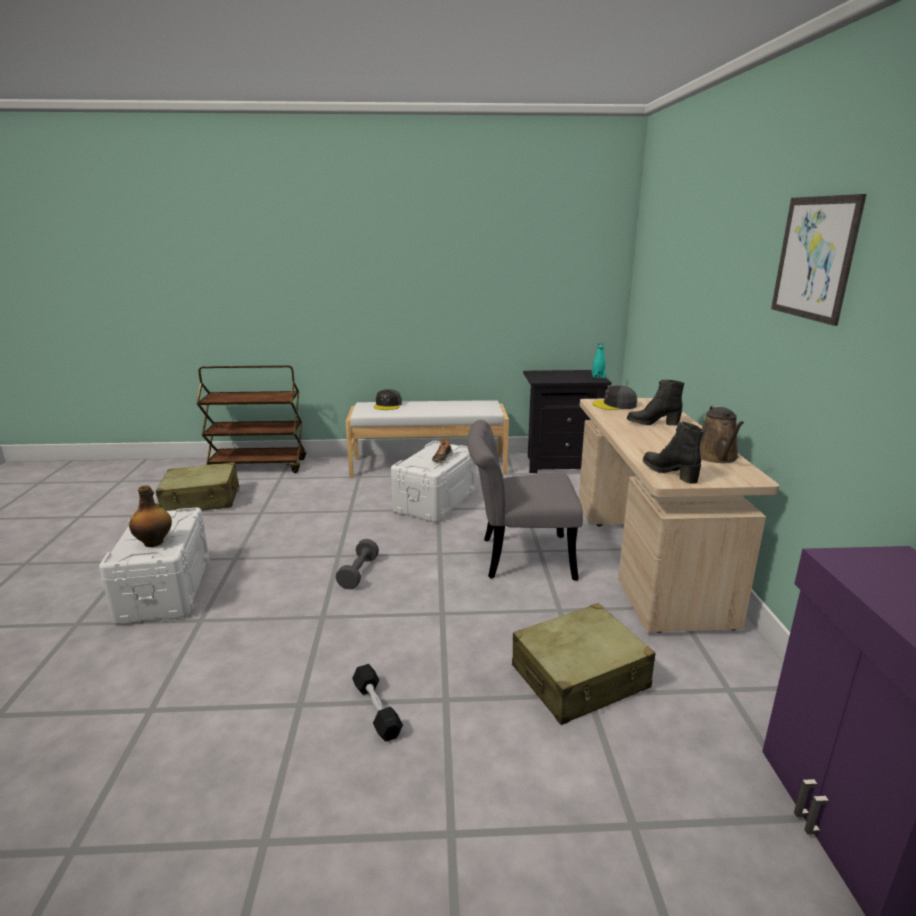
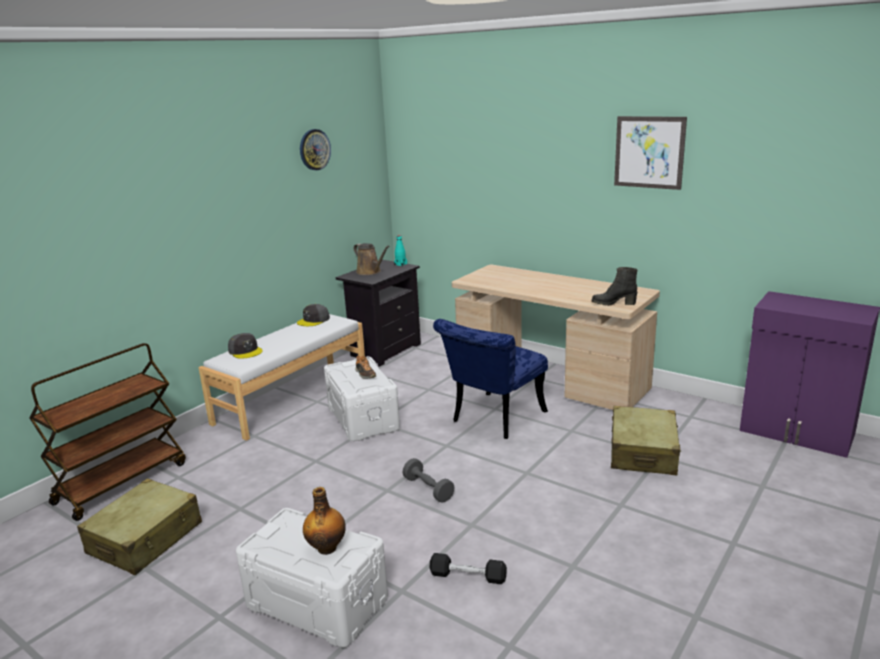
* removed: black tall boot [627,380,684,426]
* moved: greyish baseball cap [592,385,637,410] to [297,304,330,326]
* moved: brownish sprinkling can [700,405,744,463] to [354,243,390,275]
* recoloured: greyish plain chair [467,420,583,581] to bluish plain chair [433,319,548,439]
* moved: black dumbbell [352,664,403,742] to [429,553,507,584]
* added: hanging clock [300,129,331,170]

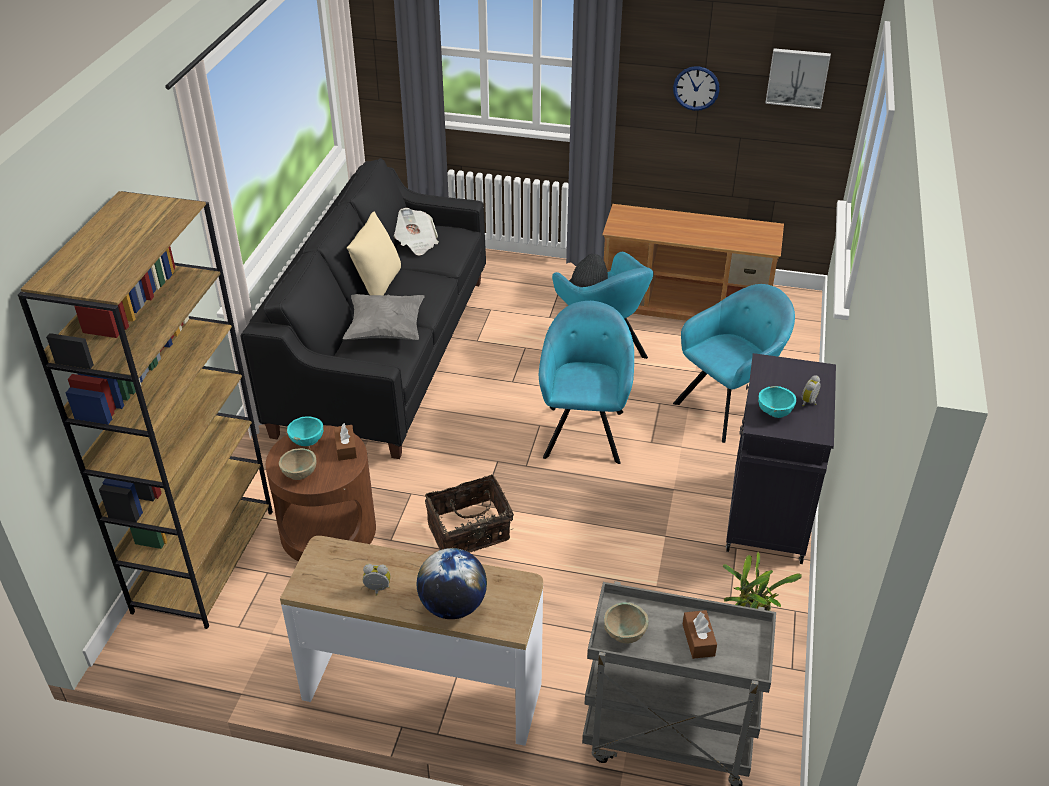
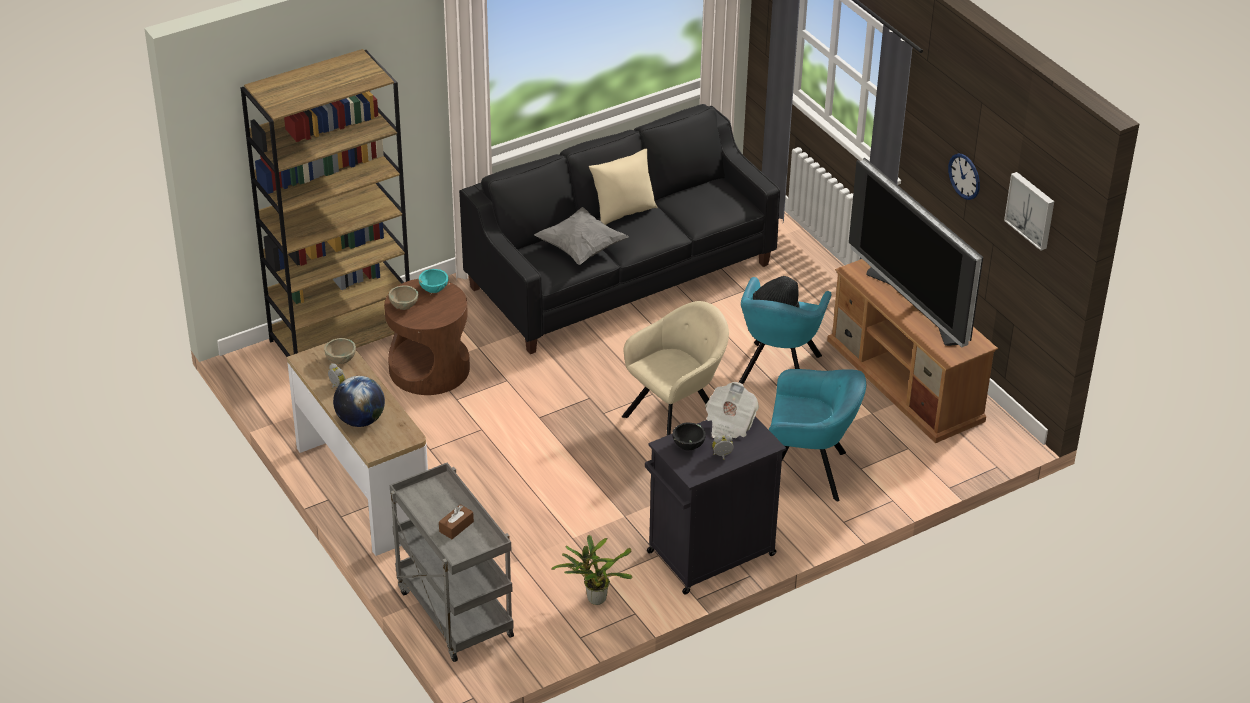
* moved: newspaper [394,208,439,256] to [705,382,759,438]
* recoloured: turquoise easy chair [539,301,634,464] to beige easy chair [622,301,729,435]
* recoloured: turquoise bowl [758,386,796,418] to black bowl [672,422,706,451]
* removed: brownish box of tissues [334,423,357,461]
* removed: storage basket [425,474,514,553]
* moved: beige bowl [604,602,649,644] to [324,338,356,364]
* added: television [849,158,983,348]

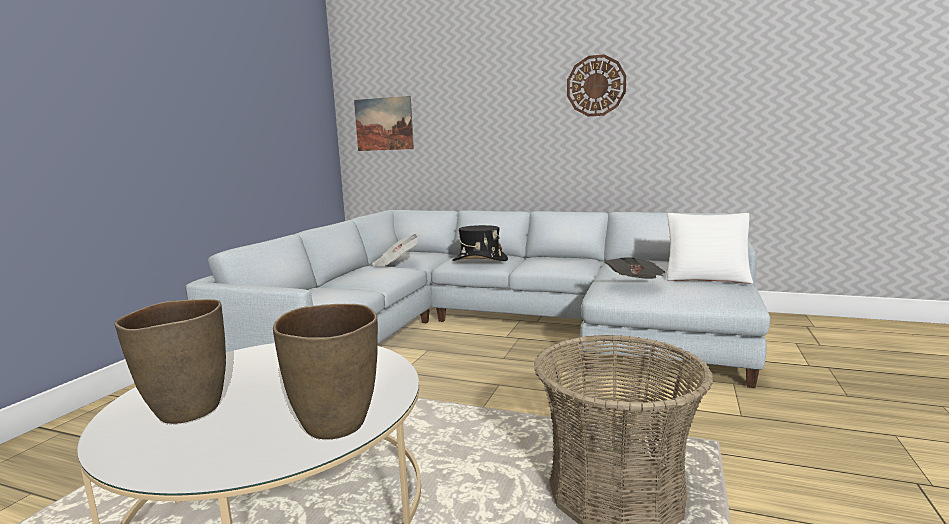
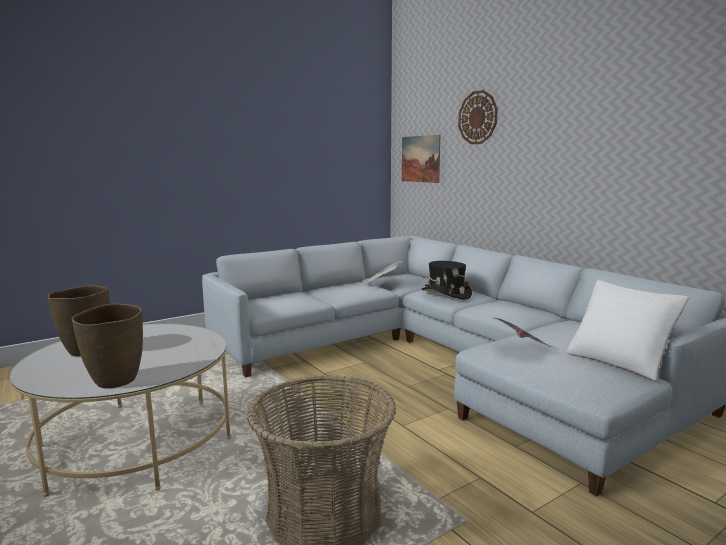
* moved: hanging clock [567,54,626,116] to [458,90,498,144]

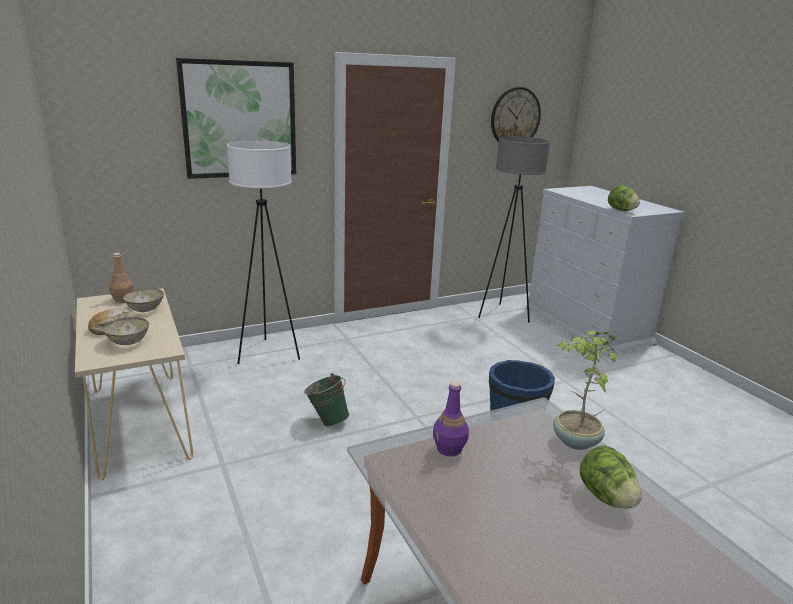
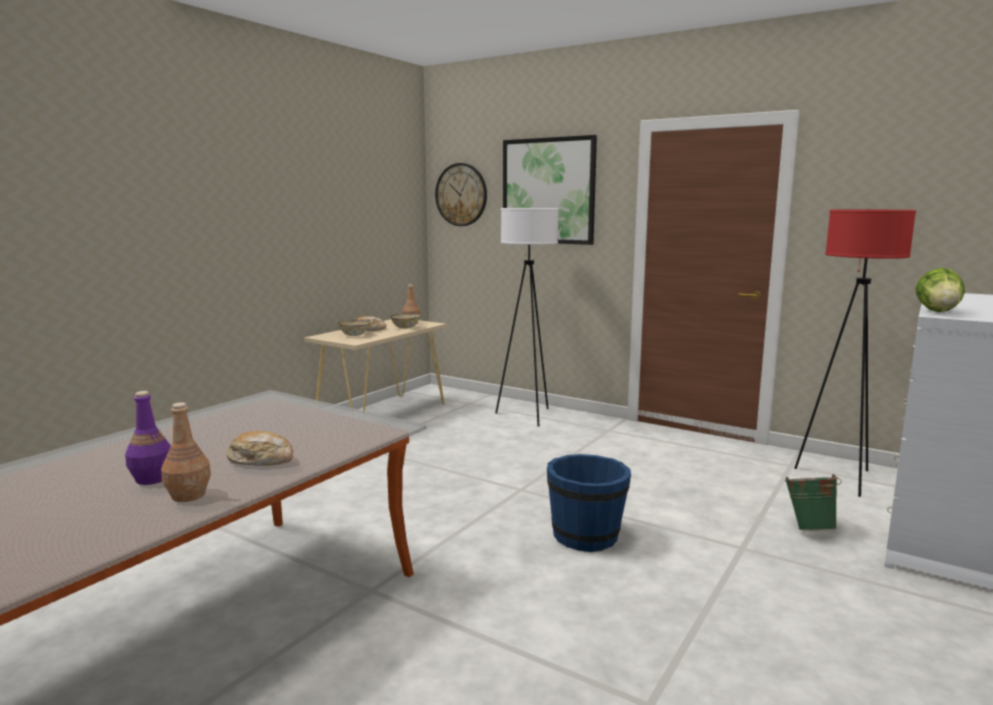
* moved: hanging clock [491,87,541,142] to [435,163,487,226]
* recoloured: greyish floor lamp [478,136,550,323] to red floor lamp [795,209,916,497]
* removed: potted plant [553,331,617,450]
* moved: green-coloured water bucket [304,373,349,427] to [784,474,842,531]
* moved: purple beverage bottle [433,381,469,457] to [125,391,171,485]
* replaced: lettuce head [580,445,641,509] to bread [227,431,293,466]
* added: brownish beverage bottle [161,402,211,502]

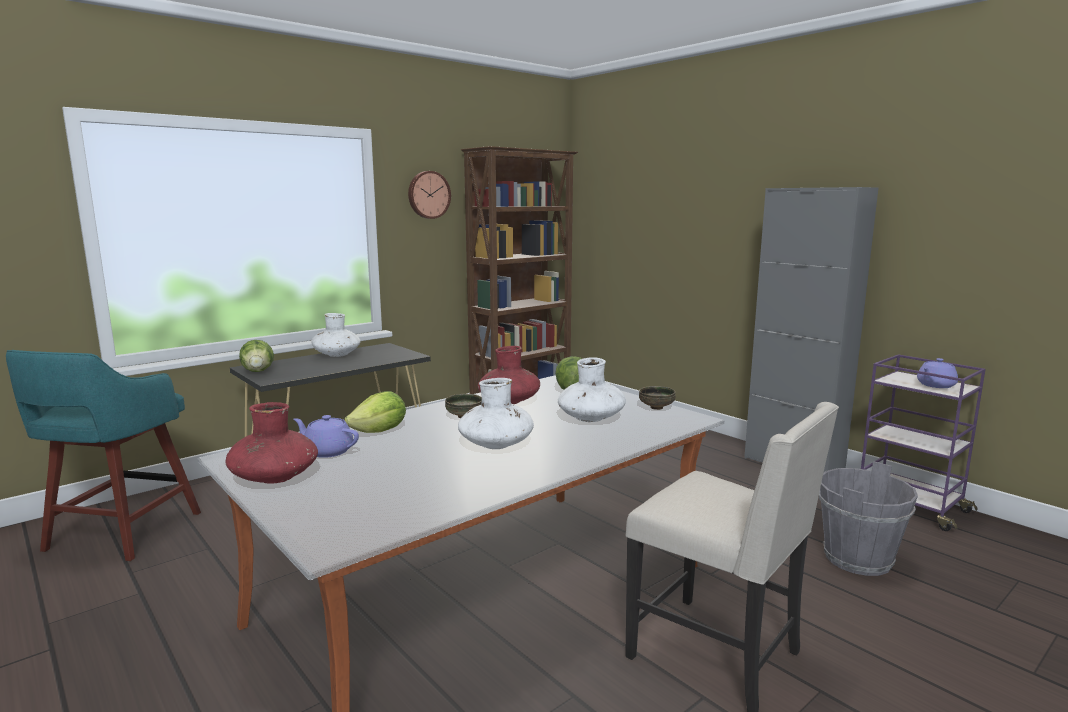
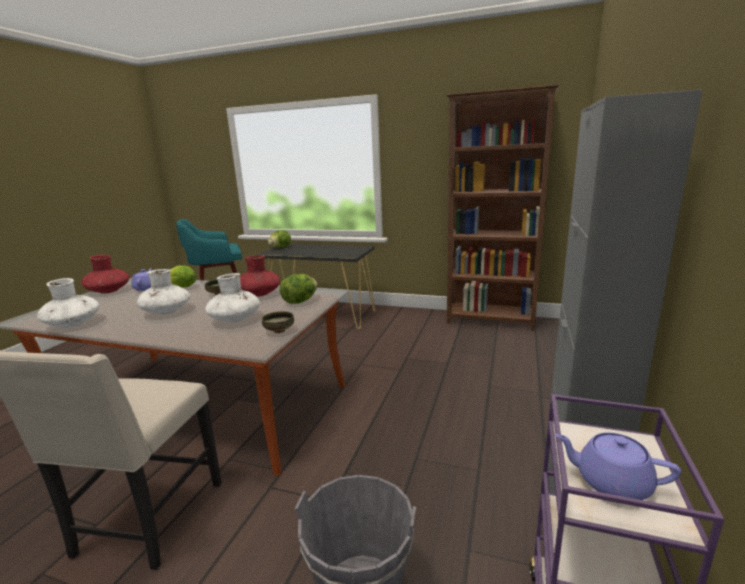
* removed: hanging clock [408,171,451,219]
* moved: whitish flower vase [312,313,361,357] to [37,278,99,328]

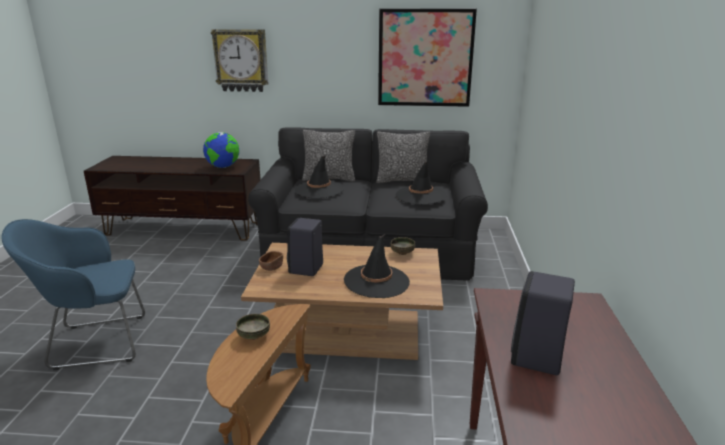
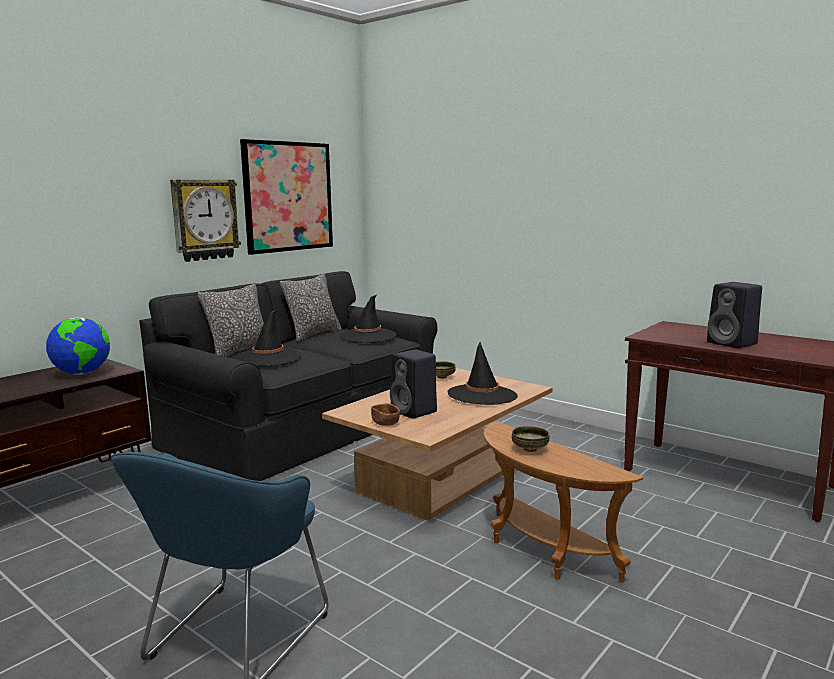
* moved: hanging clock [211,29,269,92] to [170,180,241,262]

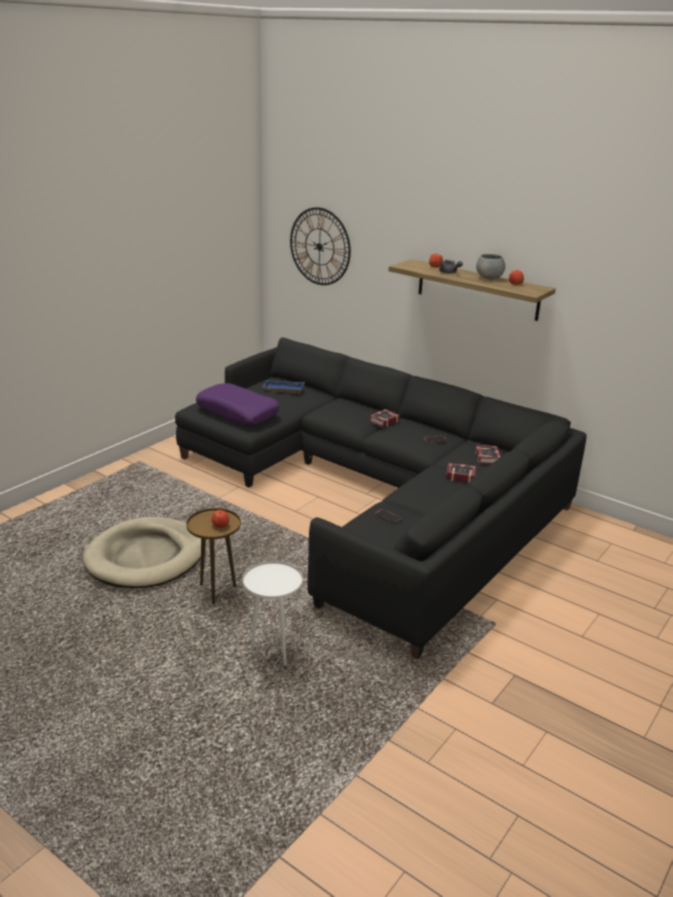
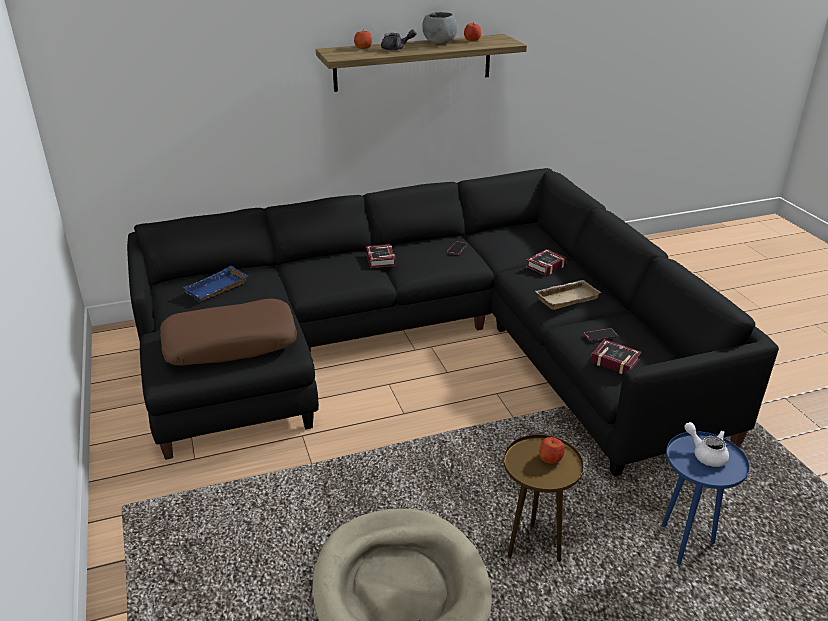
* removed: hanging clock [290,207,351,285]
* recoloured: purple pillow [196,383,280,425] to brownish pillow [160,298,297,366]
* moved: bound book [475,445,501,464] to [591,339,642,374]
* recoloured: whitish side table [243,561,303,665] to bluish side table [662,431,750,565]
* added: beige tray [536,280,601,310]
* added: whitish pot for tea [684,422,729,467]

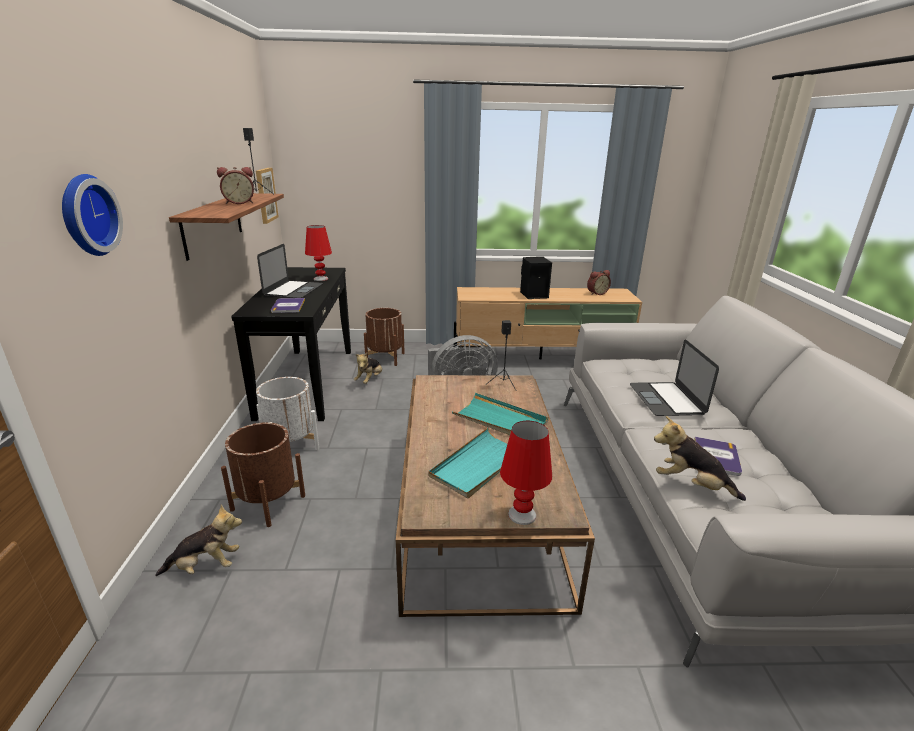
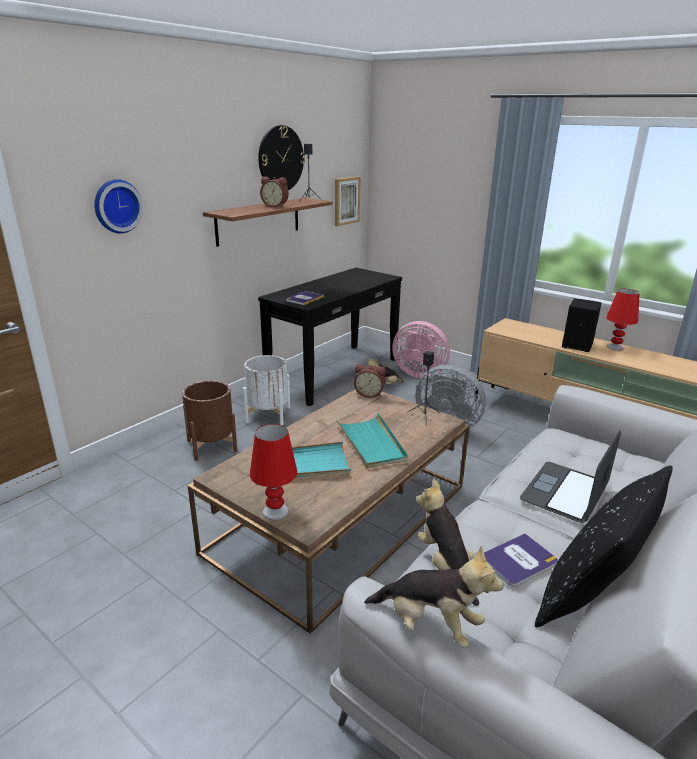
* moved: red lamp for a table [305,225,332,281] to [606,289,640,350]
* removed: notebook computer [257,244,323,298]
* moved: bedside clock [587,270,611,295] to [354,364,386,398]
* replaced: brownish flower pot [364,308,405,366] to pink-coloured cooling fan [392,321,450,378]
* moved: soft toy [155,505,242,576] to [364,546,504,648]
* added: hanging clock [258,125,305,190]
* added: black pillow [535,465,673,627]

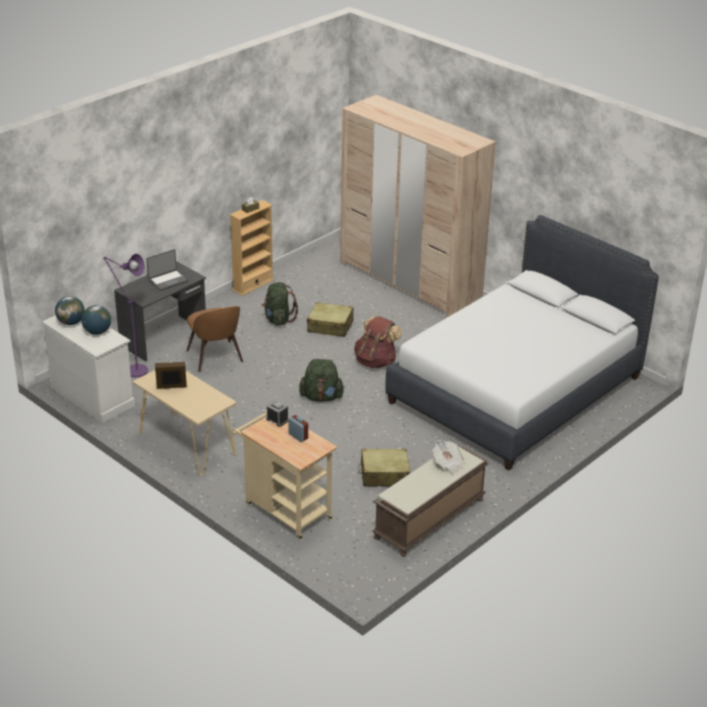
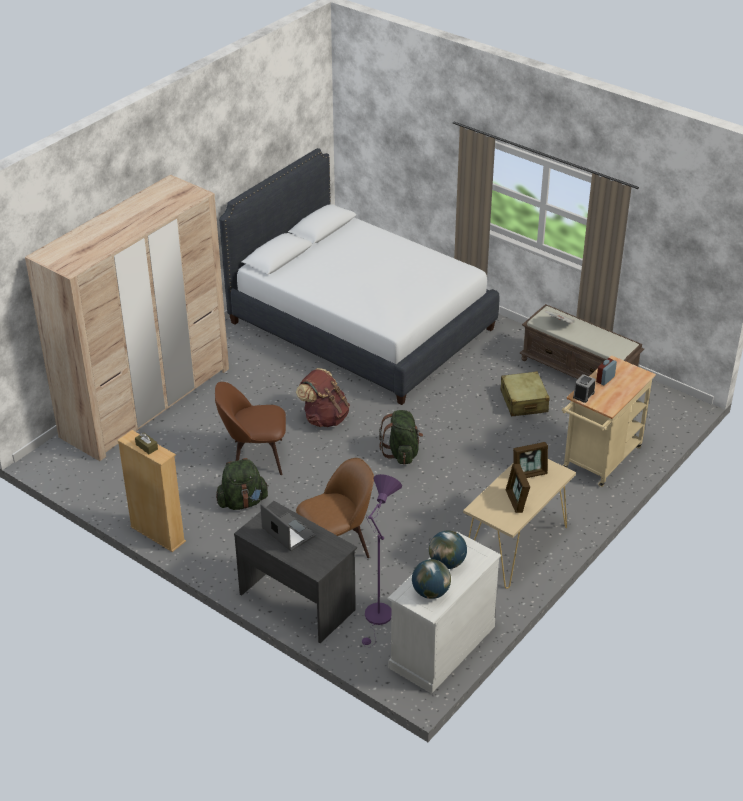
* replaced: beige travel case [307,302,354,337] to brownish plain chair [215,382,286,475]
* added: photo frame [513,442,548,478]

